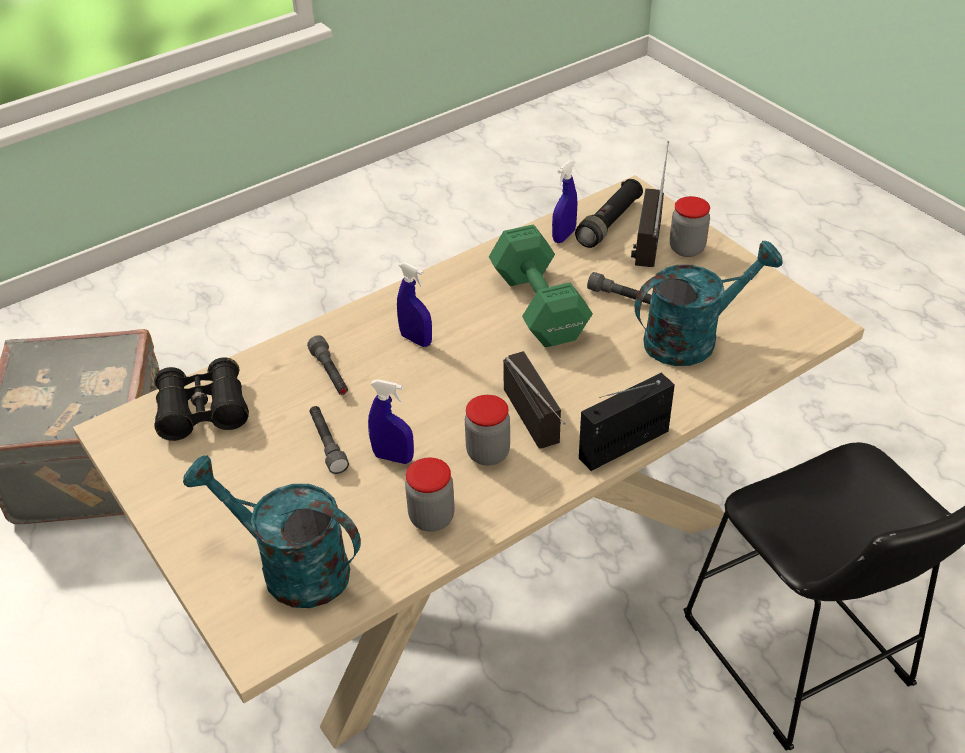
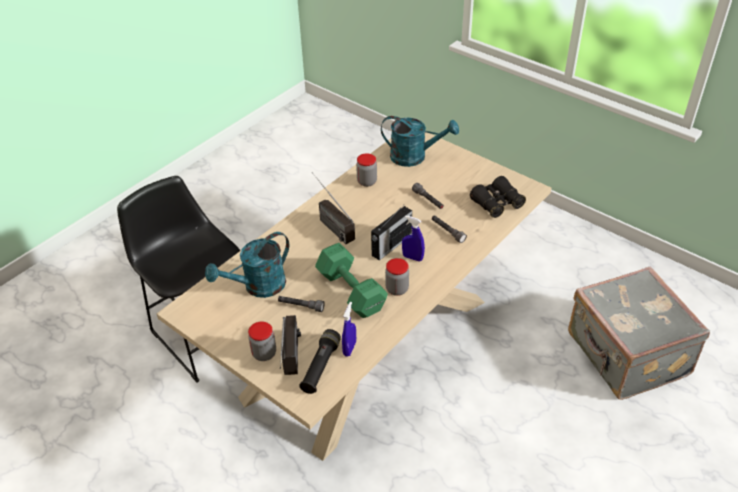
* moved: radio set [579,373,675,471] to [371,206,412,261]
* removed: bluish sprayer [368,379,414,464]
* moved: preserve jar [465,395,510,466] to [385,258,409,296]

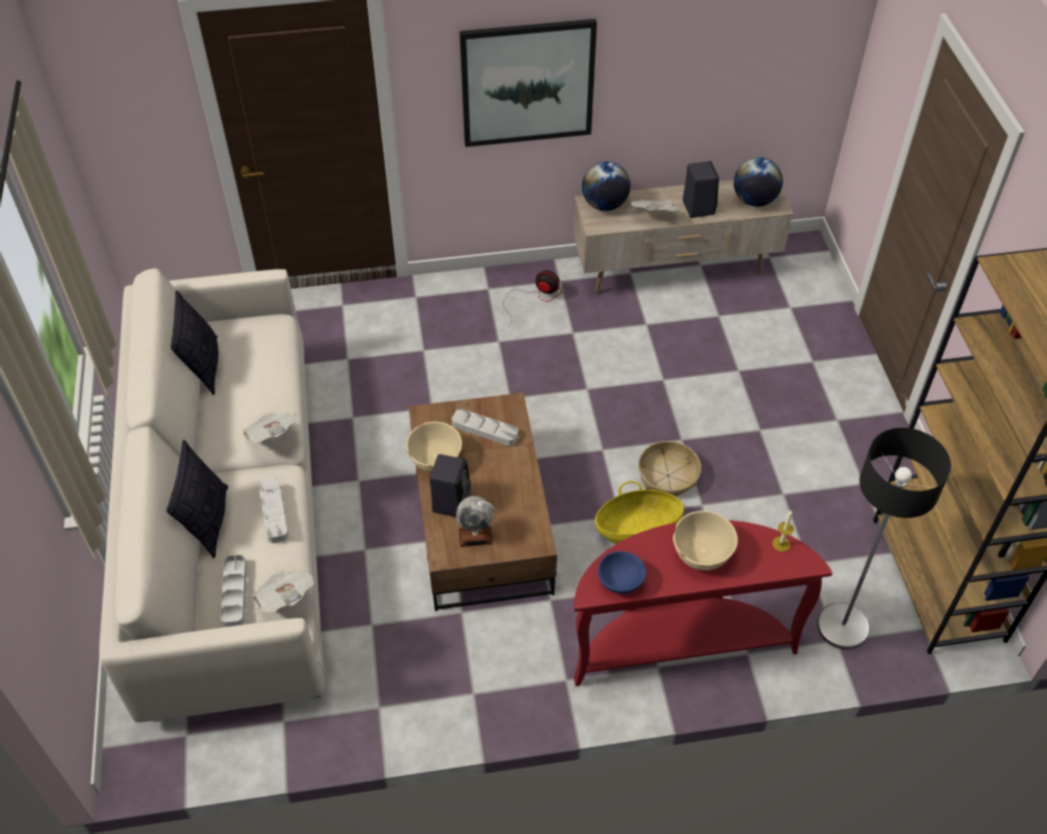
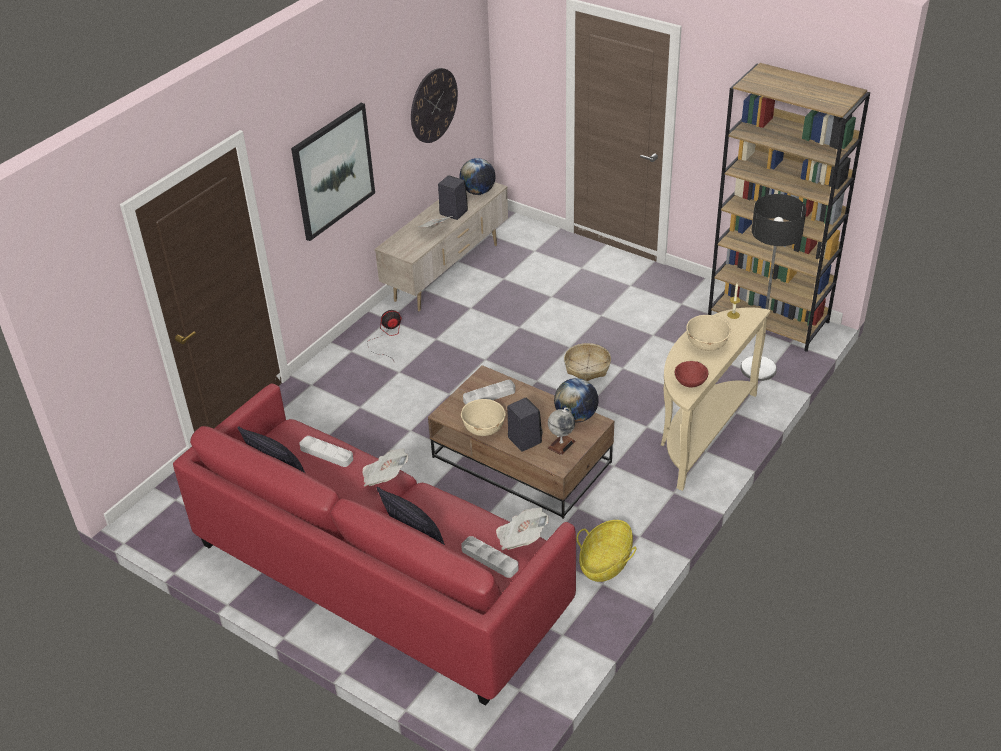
* moved: desk globe [582,161,631,211] to [554,378,599,423]
* recoloured: whitish couch [99,268,325,722] to red couch [173,383,576,706]
* moved: greyish tray [258,477,289,543] to [299,436,353,467]
* moved: storage basket [595,481,684,544] to [577,520,636,582]
* recoloured: red console table [574,520,832,686] to beige console table [661,307,771,491]
* recoloured: bluish bowl [598,551,646,594] to red bowl [675,361,708,387]
* added: hanging clock [411,68,458,143]

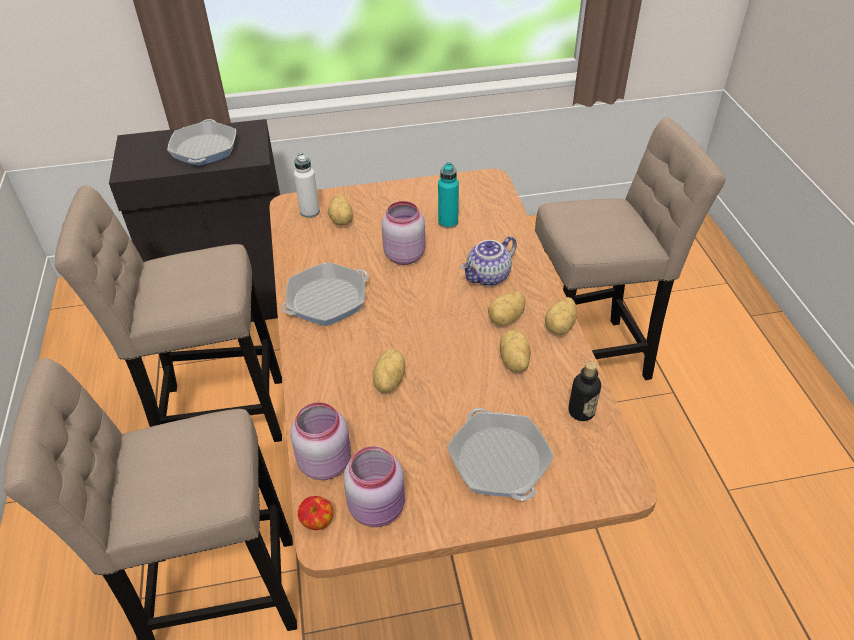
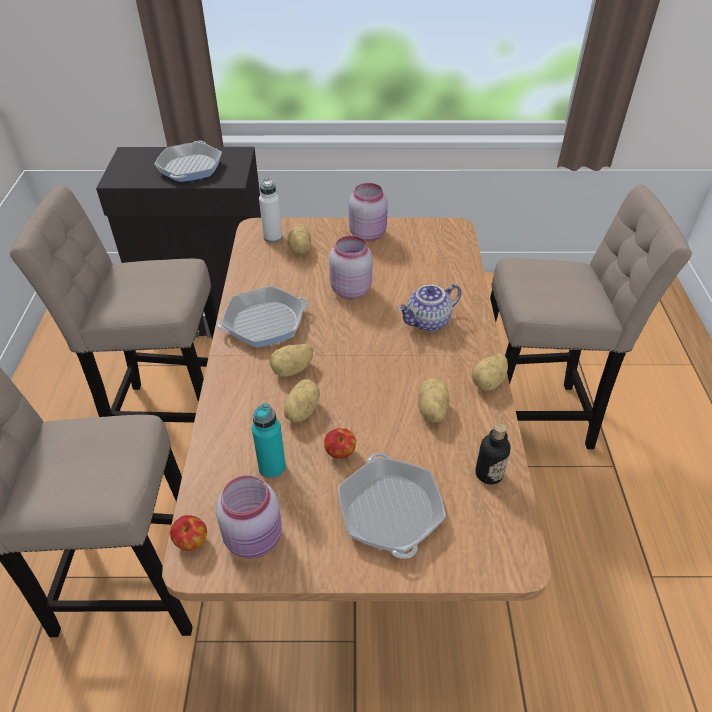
* moved: turquoise beverage bottle [438,163,459,228] to [252,403,286,479]
* moved: potato [488,292,526,326] to [270,344,313,377]
* moved: pink-coloured preserve jar [290,402,351,480] to [349,183,388,242]
* added: apple fruit [324,428,356,459]

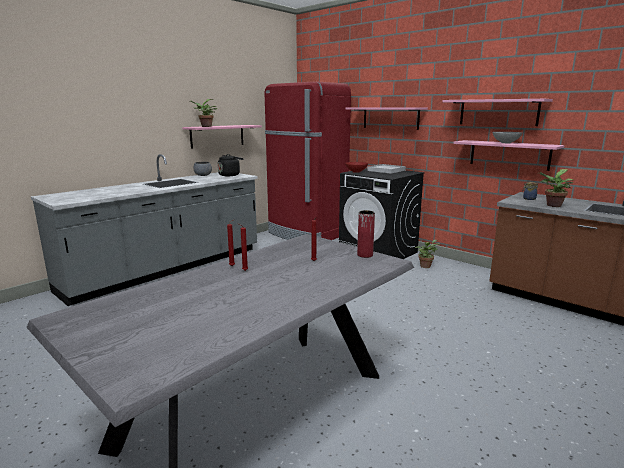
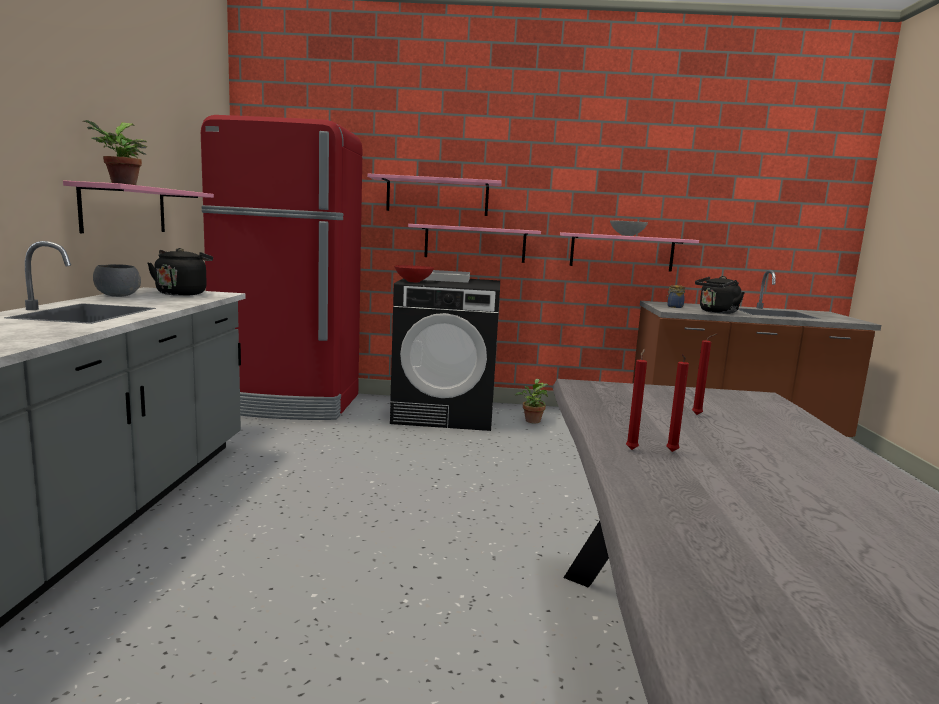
* moved: pink-coloured shelf [442,99,553,126] to [408,224,541,263]
* replaced: potted plant [540,169,574,207] to black tea kettle [695,276,745,314]
* removed: red flower vase [357,210,375,258]

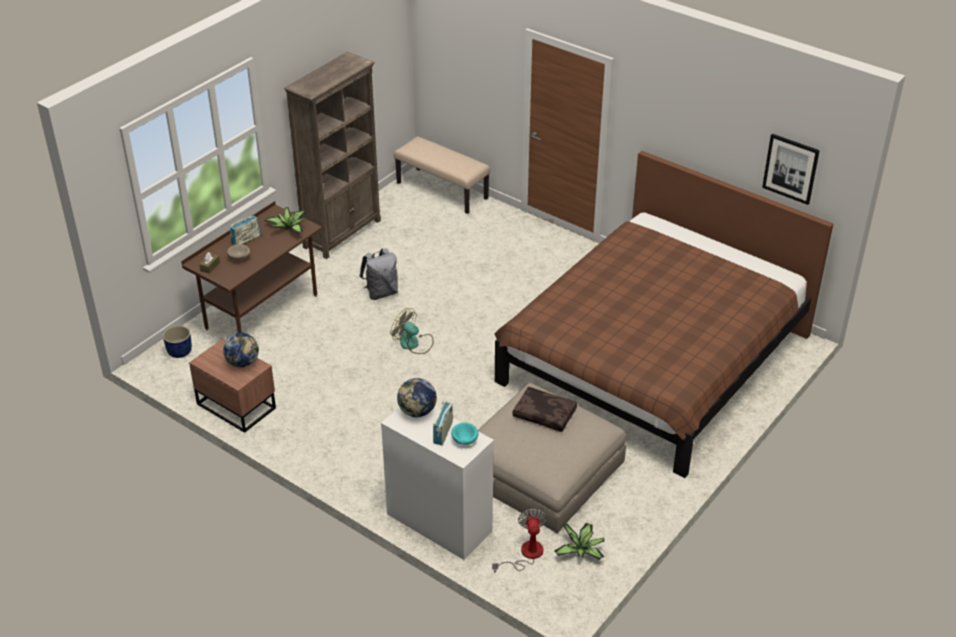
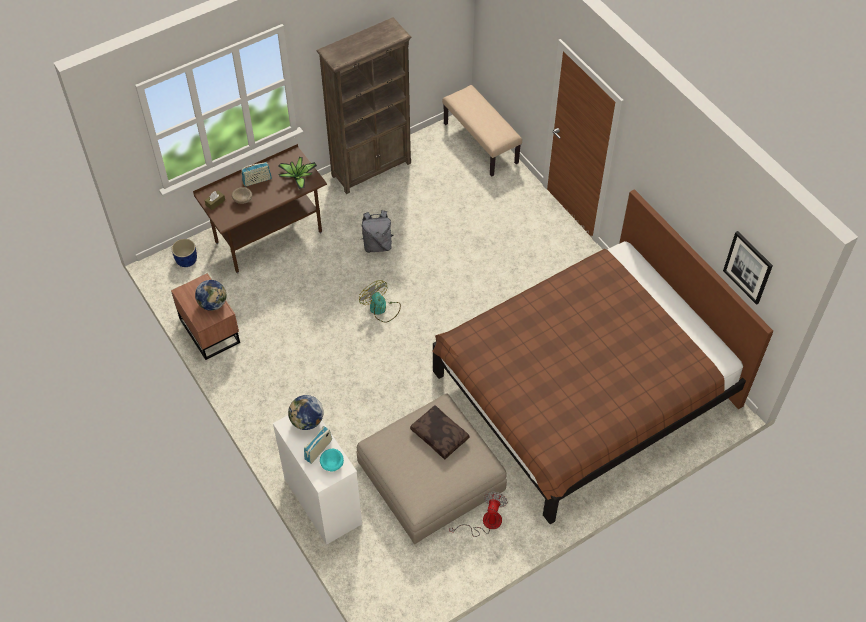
* moved: cooling fan [492,508,547,573] to [449,492,508,537]
* removed: potted plant [554,523,605,560]

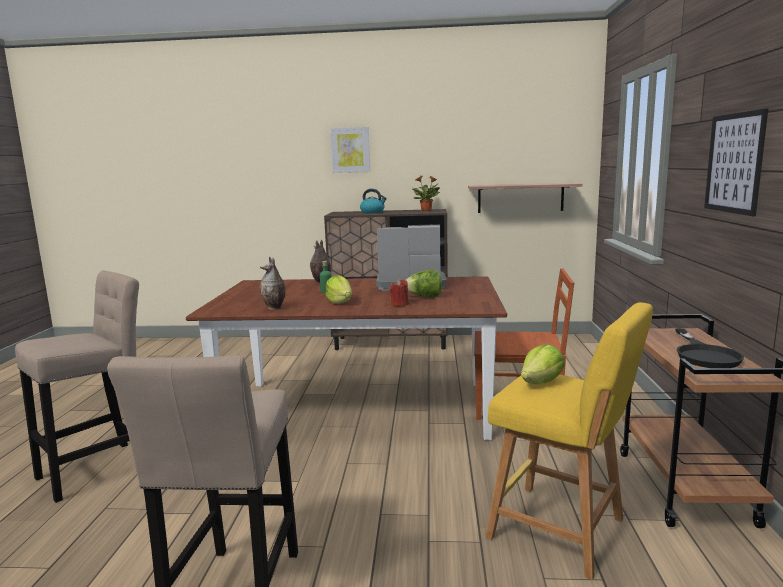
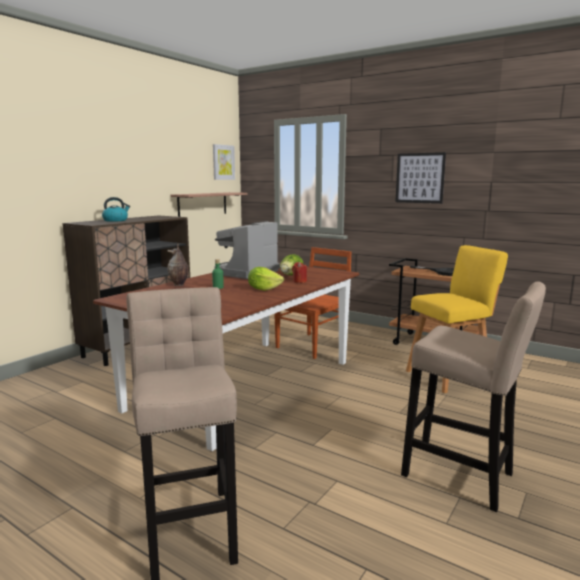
* moved: picture [330,127,370,173] to [213,144,235,180]
* removed: potted plant [413,175,440,211]
* removed: flower vase [260,257,285,310]
* removed: lettuce head [521,344,565,384]

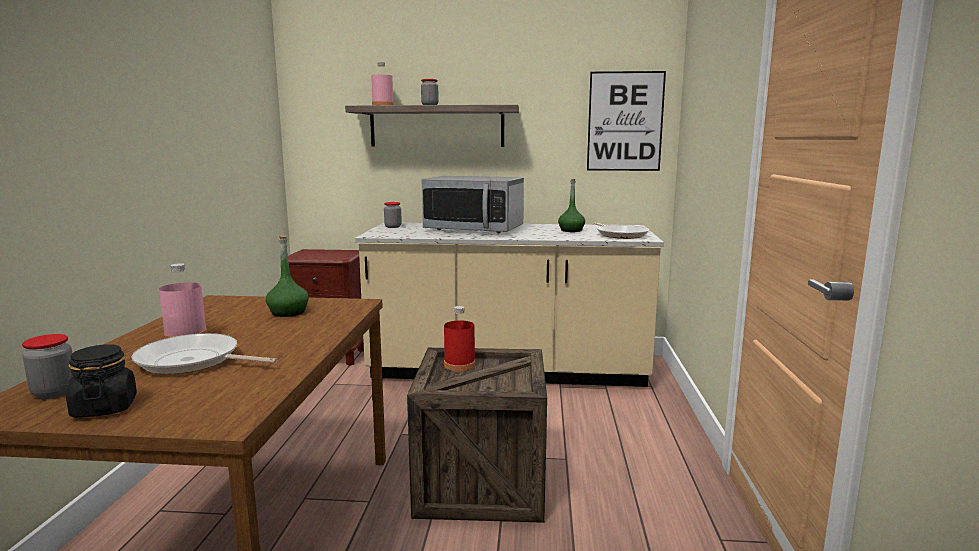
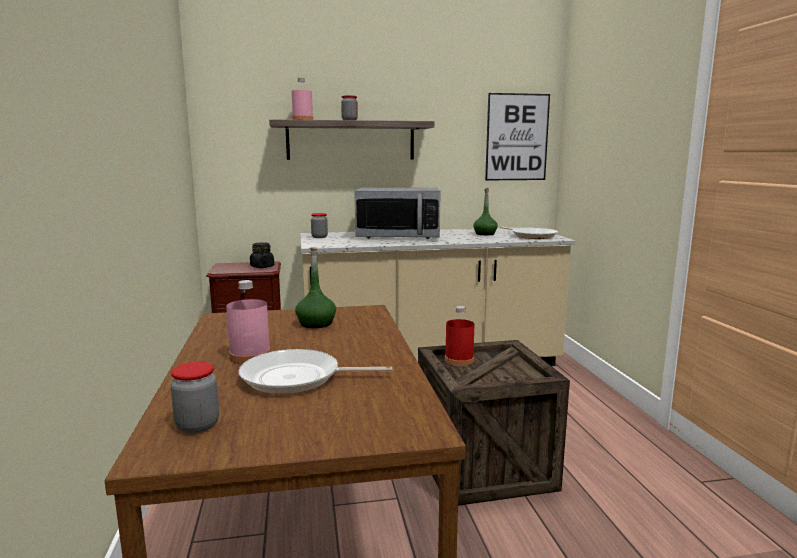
* moved: black preserve jar [66,344,137,418] to [250,242,274,268]

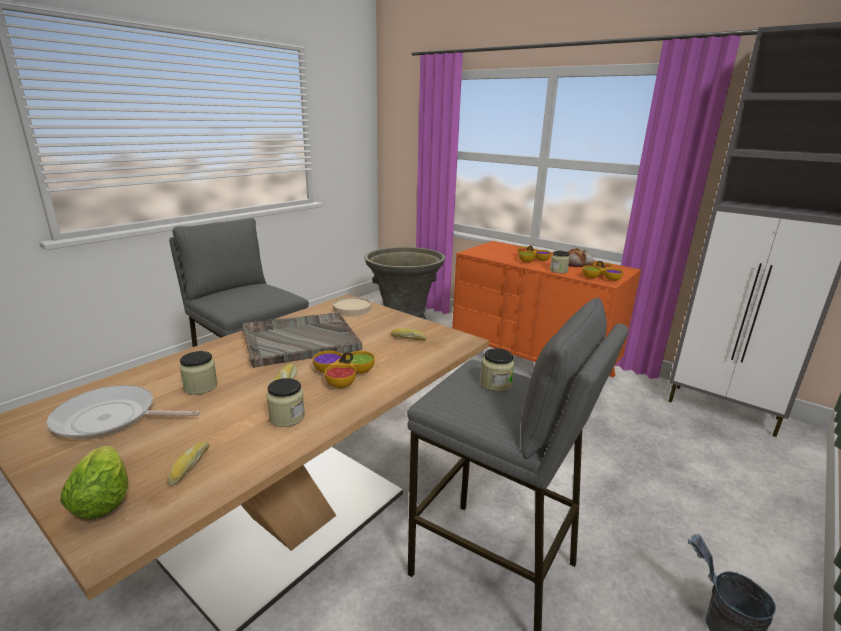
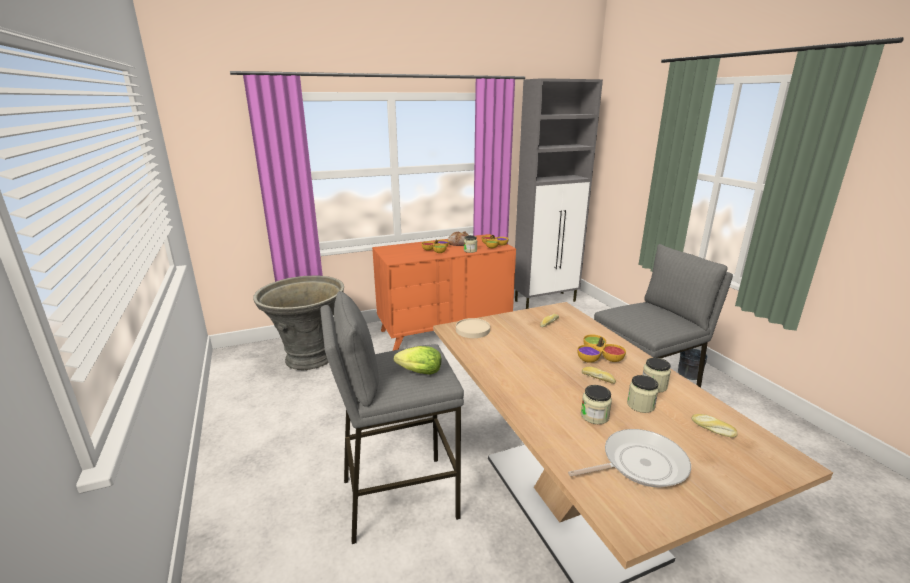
* removed: greyish tray [242,312,362,368]
* moved: preserve jar [480,348,514,392] to [627,375,659,413]
* turned: frying pan [47,385,200,440] = [568,429,691,487] 135 degrees counterclockwise
* moved: lettuce head [61,445,128,519] to [394,346,441,375]

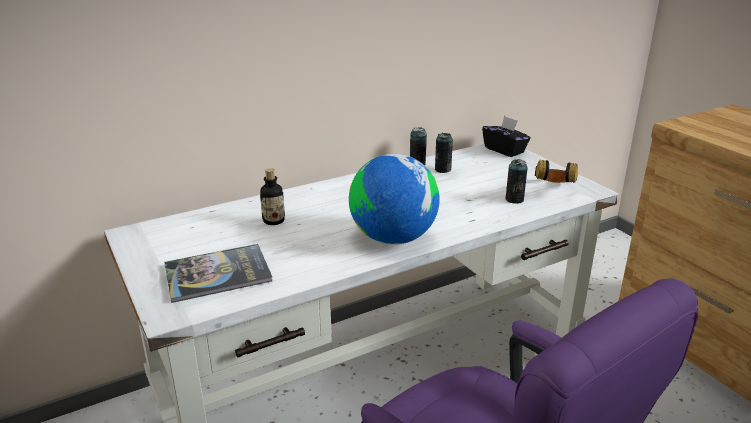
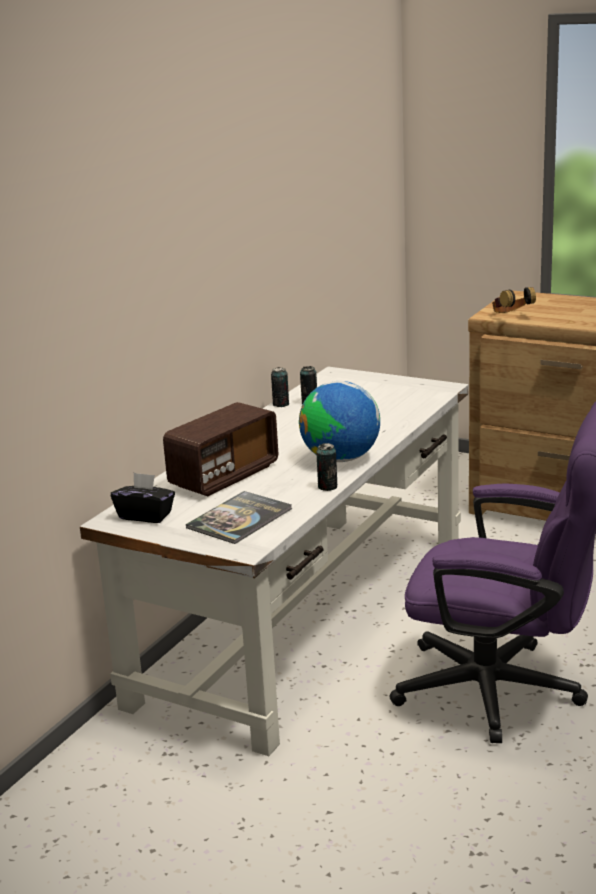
* moved: black box of tissues [482,116,531,157] to [111,473,175,523]
* moved: metal can [505,159,528,204] to [316,443,337,491]
* moved: headset [535,160,578,183] to [492,287,536,313]
* replaced: beverage bottle [260,168,285,225] to radio set [163,402,278,496]

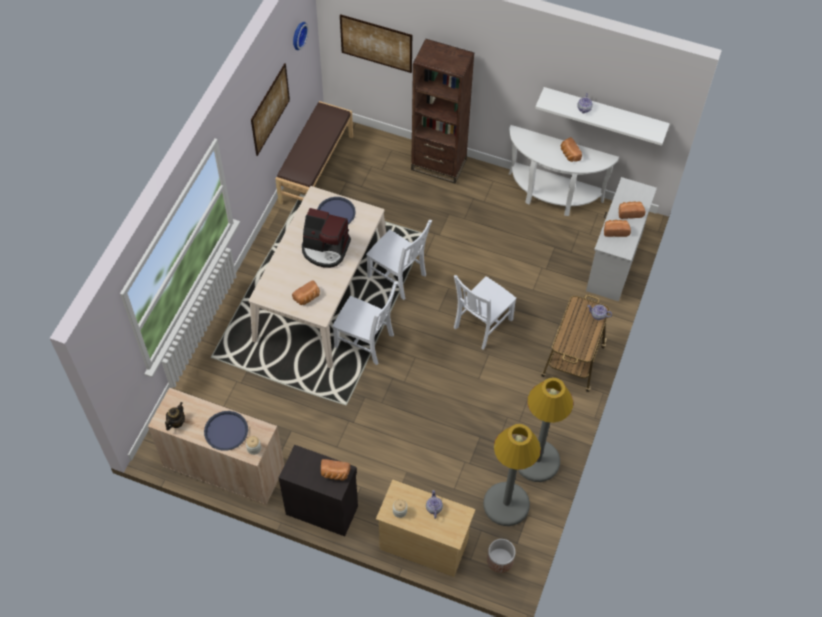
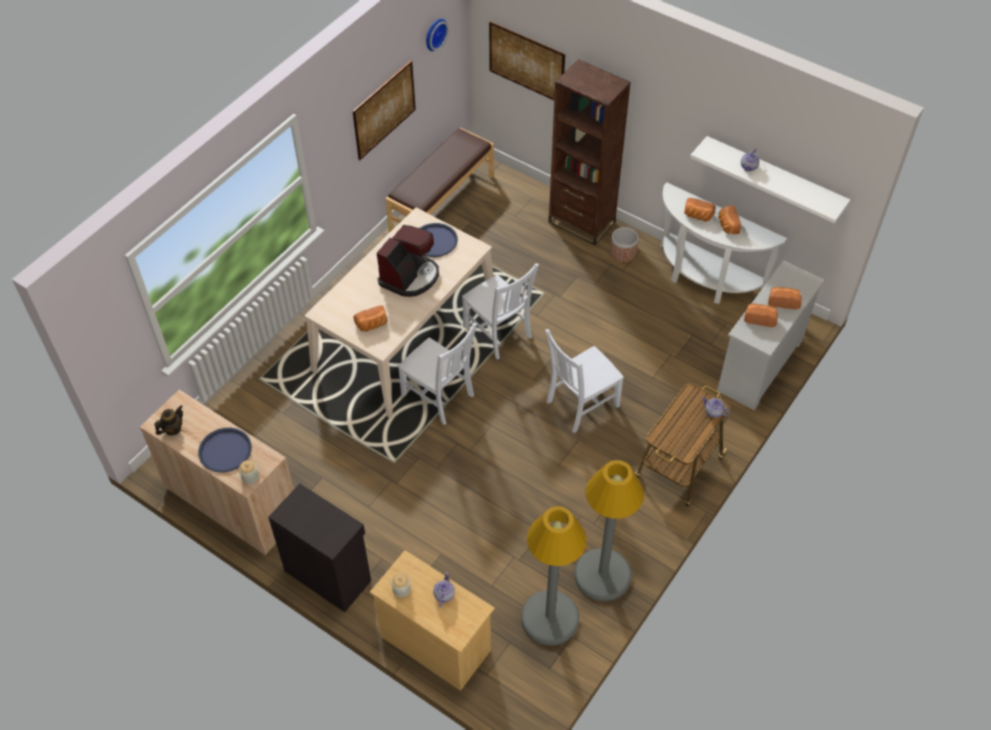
* turned: coffee machine [302,208,351,268] = [377,225,439,297] 90 degrees counterclockwise
* moved: bread [321,459,351,481] to [684,198,716,221]
* moved: flower pot [487,539,515,573] to [610,227,638,263]

